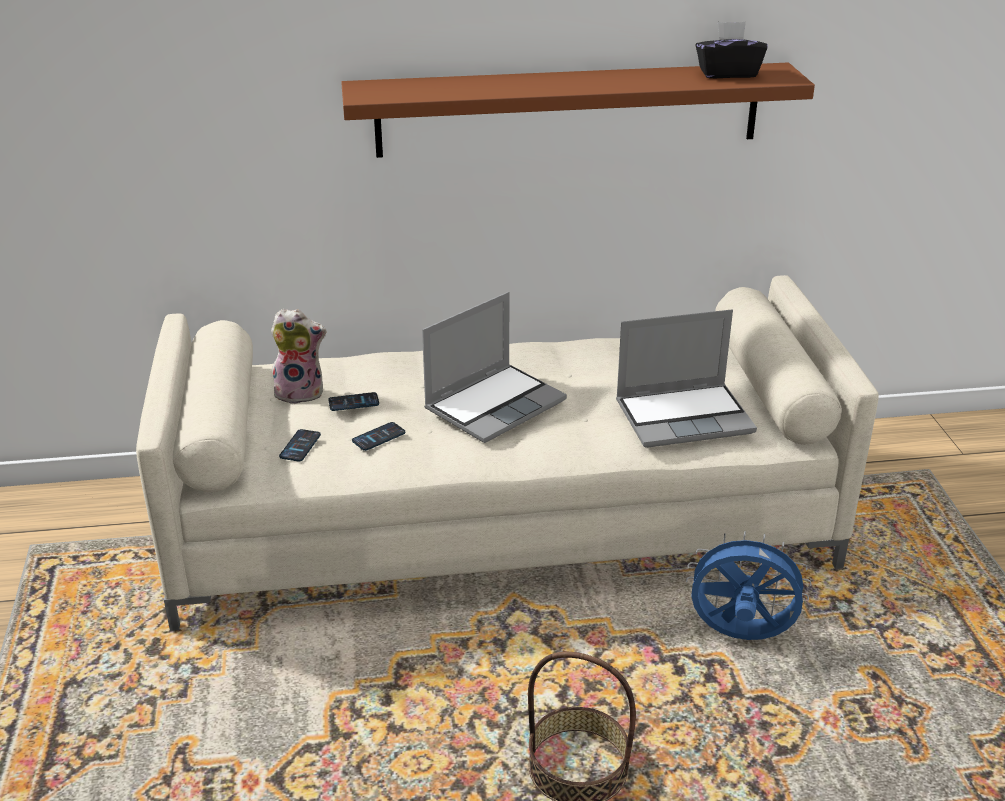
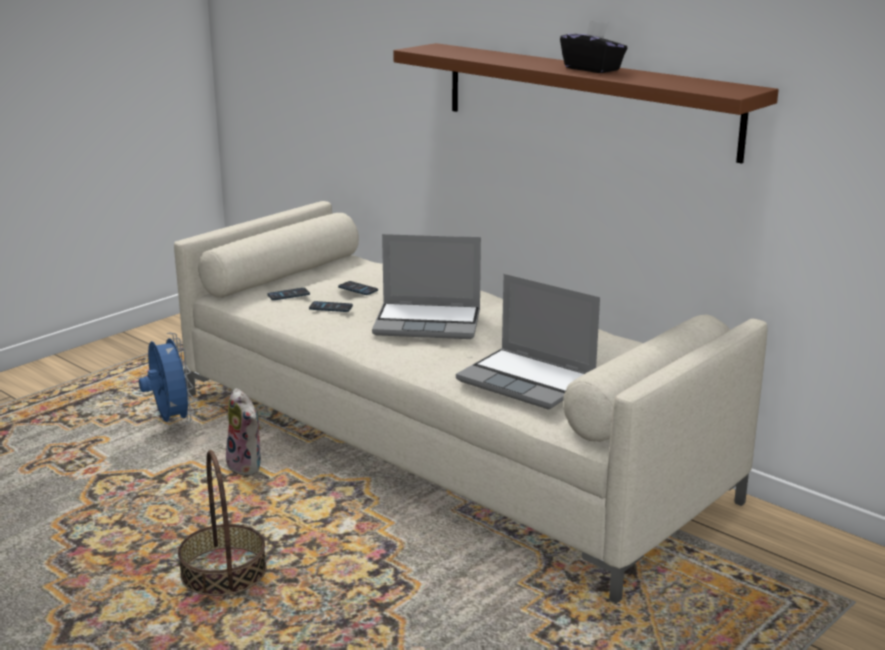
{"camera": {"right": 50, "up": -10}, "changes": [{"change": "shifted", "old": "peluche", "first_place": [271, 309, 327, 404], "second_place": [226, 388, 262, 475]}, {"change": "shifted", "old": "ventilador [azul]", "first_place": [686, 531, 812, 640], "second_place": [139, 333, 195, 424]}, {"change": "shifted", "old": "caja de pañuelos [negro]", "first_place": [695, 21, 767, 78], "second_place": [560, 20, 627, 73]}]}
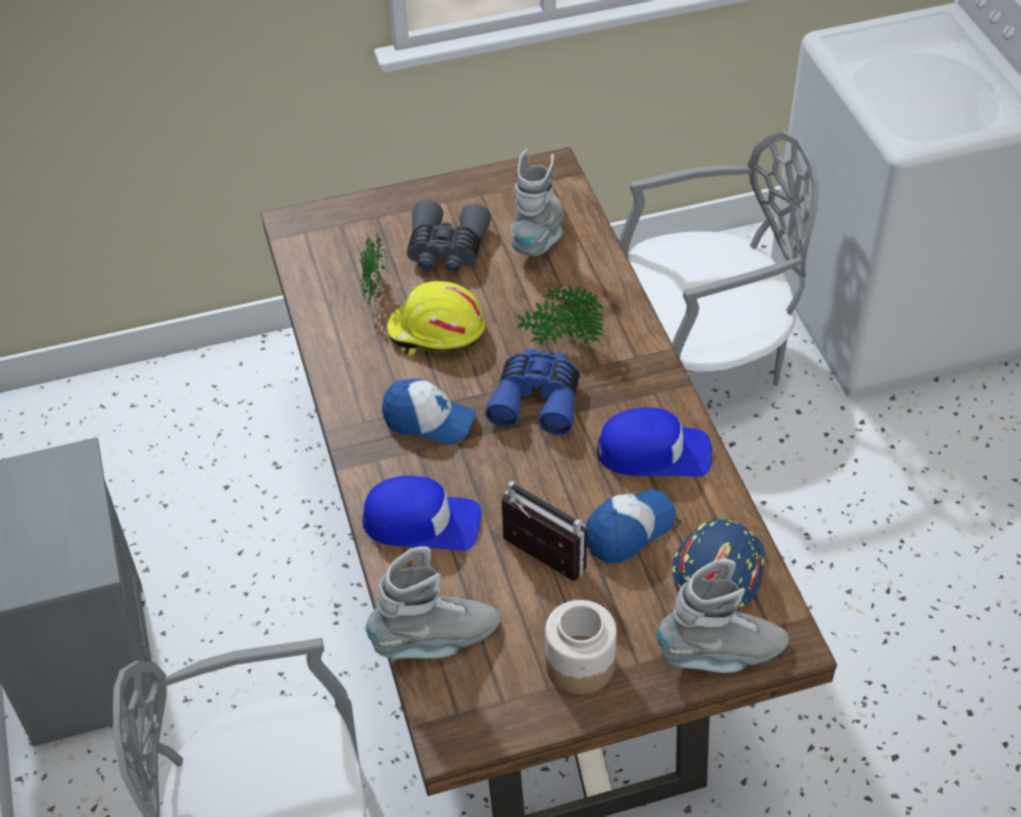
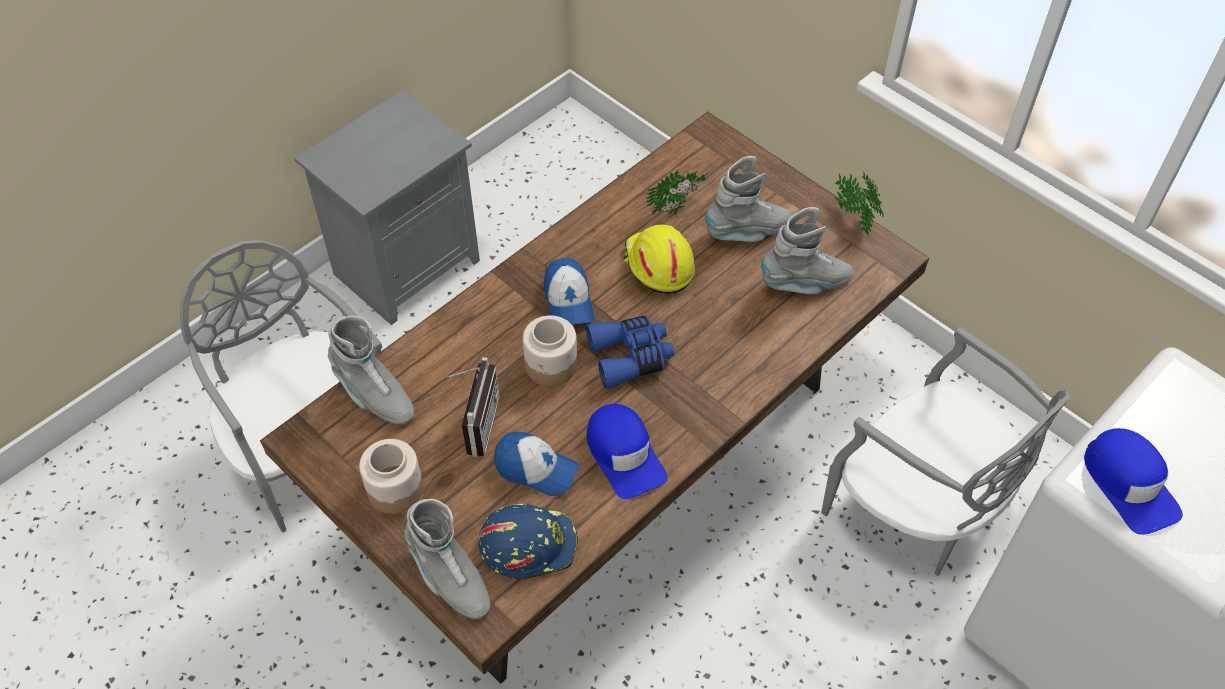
{"camera": {"right": 60, "up": 5}, "changes": [{"change": "new", "new": "tarro", "second_place": [523, 315, 577, 386]}, {"change": "shifted", "old": "gorra [azul]", "first_place": [362, 476, 481, 551], "second_place": [1084, 428, 1183, 535]}, {"change": "shifted", "old": "planta en maceta", "first_place": [517, 285, 604, 346], "second_place": [834, 172, 884, 236]}, {"change": "swapped", "old": "prismáticos [gris]", "new": "bota [gris]", "first_place": [407, 200, 491, 274], "second_place": [705, 156, 792, 242]}]}
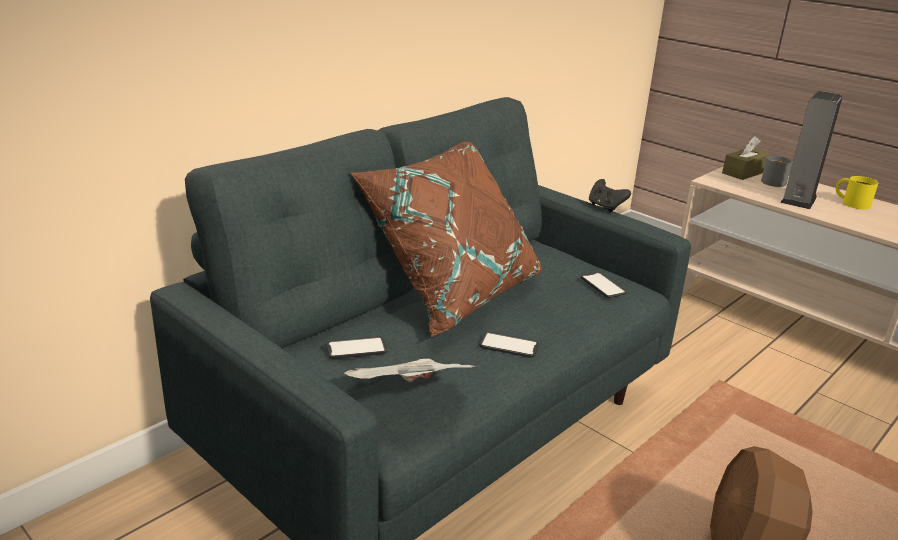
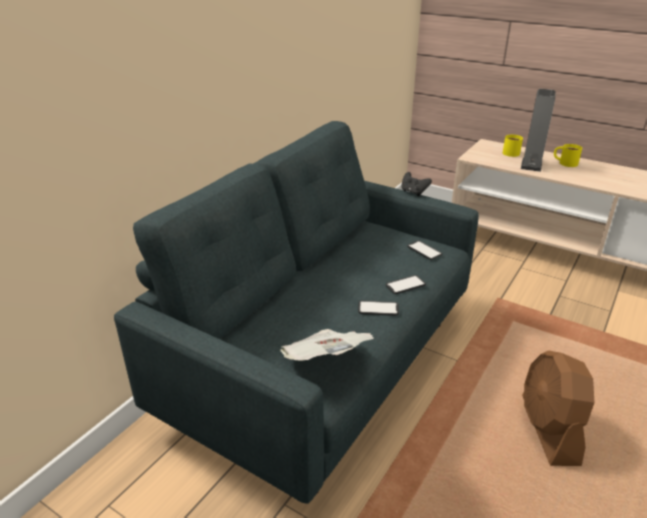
{"camera": {"right": -10, "up": 5}, "changes": [{"change": "gone", "old": "cojín [marrón]", "first_place": [350, 142, 542, 337]}, {"change": "gone", "old": "caja de pañuelos [marrón]", "first_place": [722, 136, 771, 180]}, {"change": "shifted", "old": "móvil", "first_place": [326, 336, 387, 359], "second_place": [386, 275, 426, 294]}, {"change": "repainted", "old": "taza grande [gris]", "new": "taza grande [amarillo]", "first_place": [761, 156, 793, 187], "second_place": [503, 135, 523, 157]}]}
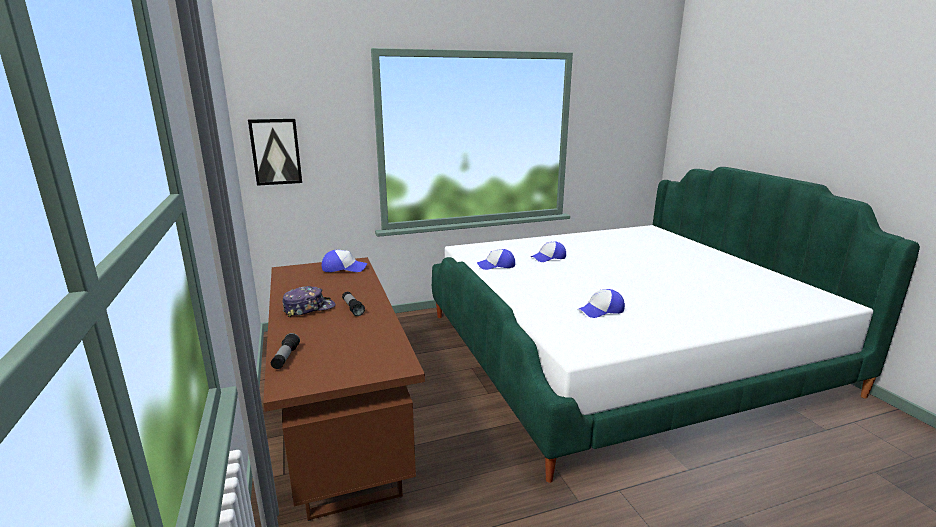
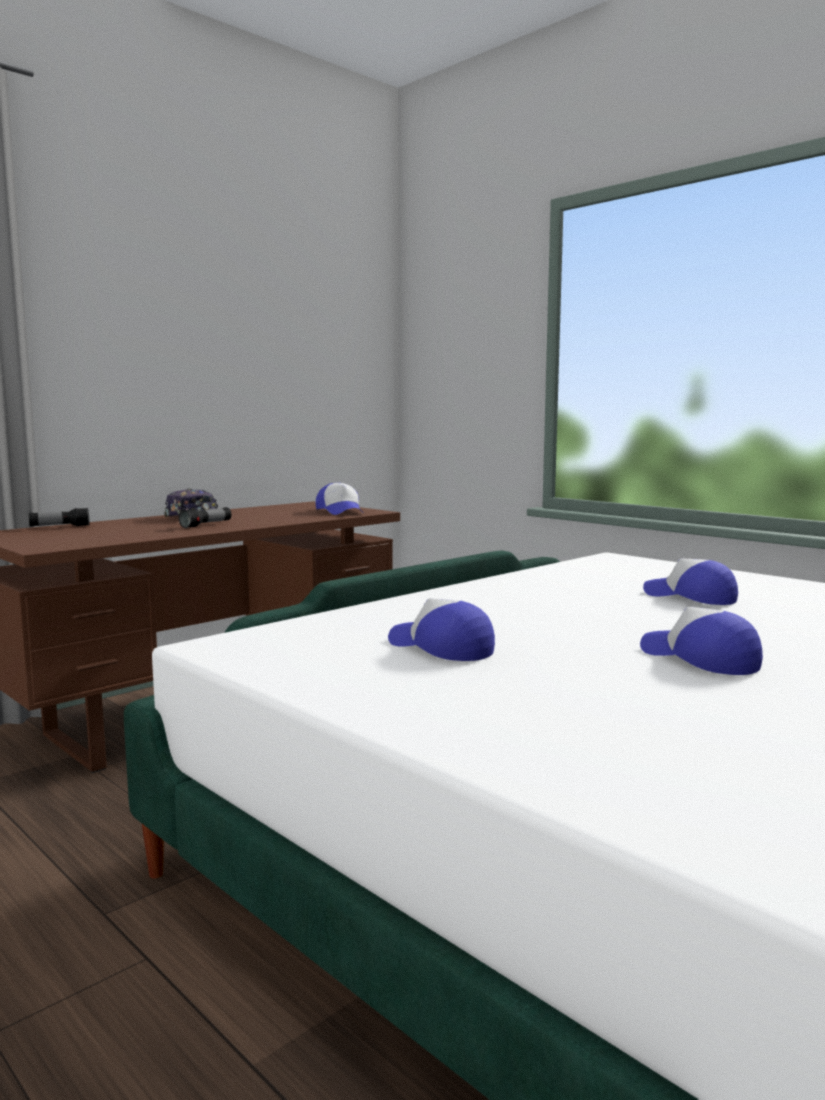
{"camera": {"right": 65, "up": -10}, "changes": [{"change": "gone", "old": "cuadro", "first_place": [248, 119, 302, 186]}, {"change": "shifted", "old": "gorra", "first_place": [477, 249, 515, 270], "second_place": [640, 607, 763, 675]}]}
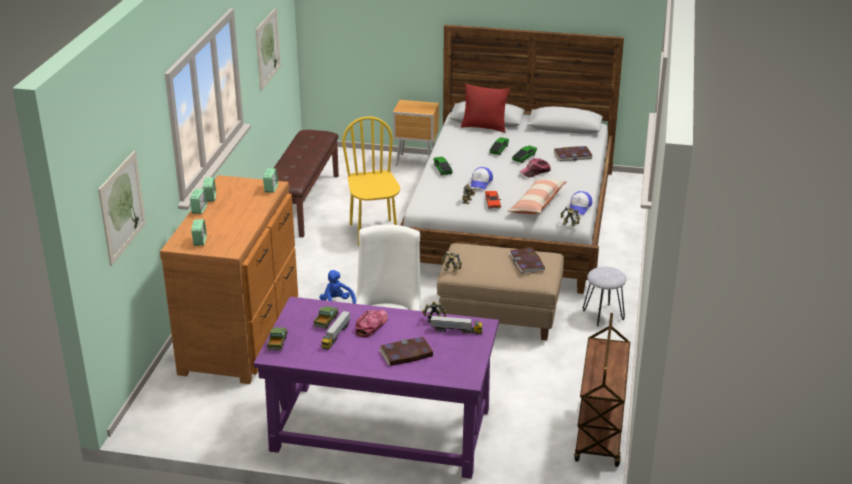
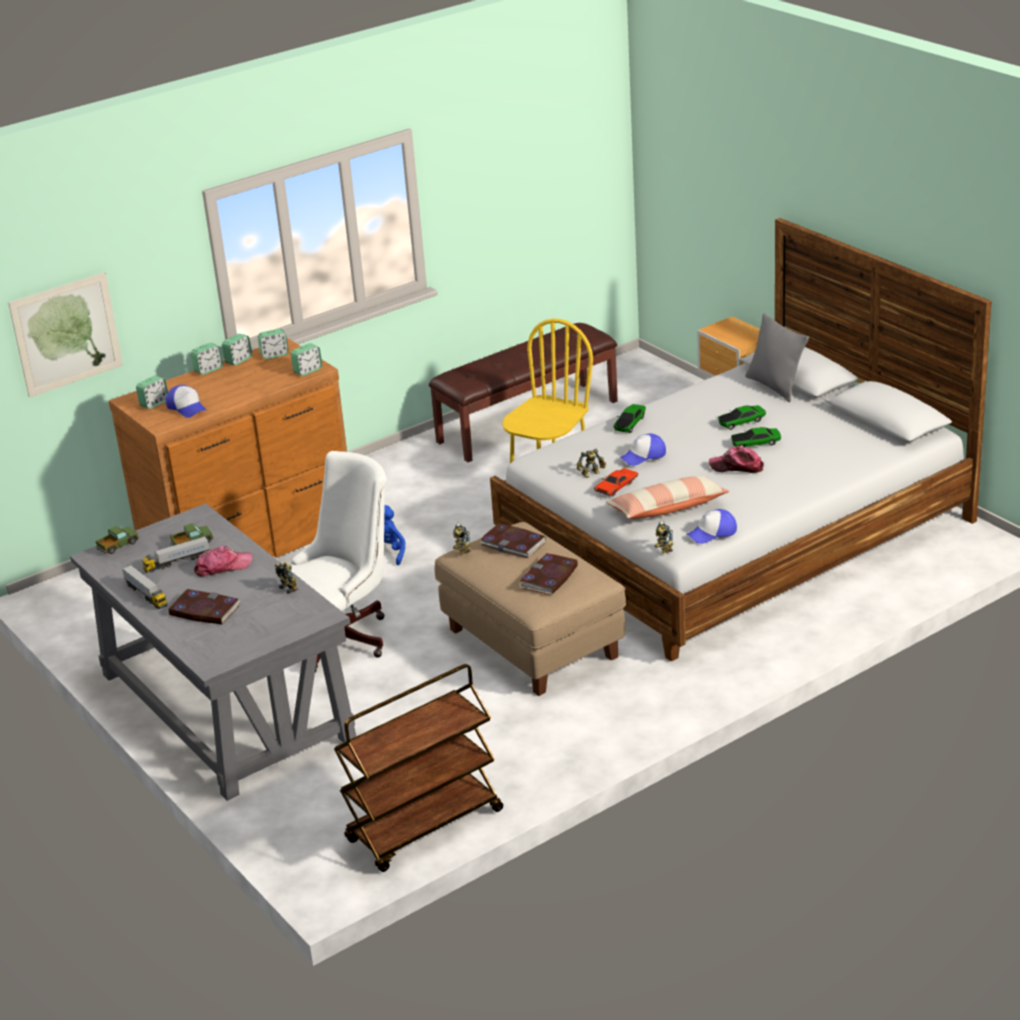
{"camera": {"right": 45, "up": 0}, "changes": [{"change": "gone", "old": "cuadro", "first_place": [256, 7, 281, 91]}, {"change": "gone", "old": "taburete [gris]", "first_place": [583, 267, 626, 326]}, {"change": "new", "new": "gorra", "second_place": [166, 385, 207, 418]}, {"change": "new", "new": "despertador", "second_place": [258, 329, 289, 359]}, {"change": "shifted", "old": "camión de juguete", "first_place": [431, 316, 483, 335], "second_place": [122, 565, 167, 609]}, {"change": "shifted", "old": "libro", "first_place": [554, 146, 593, 161], "second_place": [480, 523, 546, 558]}, {"change": "repainted", "old": "escritorio [morado]", "new": "escritorio [gris]", "first_place": [253, 297, 499, 479], "second_place": [70, 503, 356, 801]}, {"change": "repainted", "old": "cojín [rojo]", "new": "cojín [gris]", "first_place": [461, 84, 510, 133], "second_place": [745, 313, 809, 402]}]}
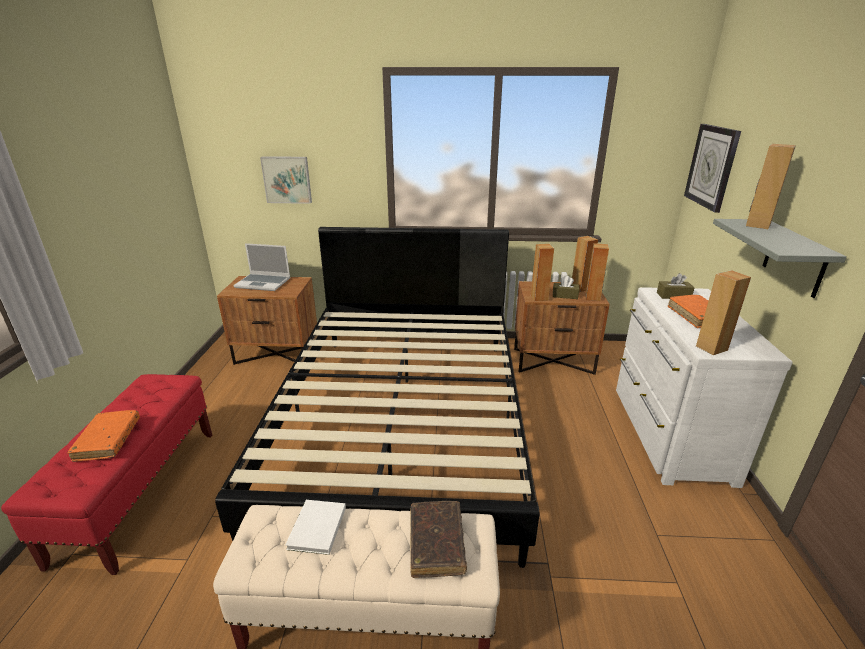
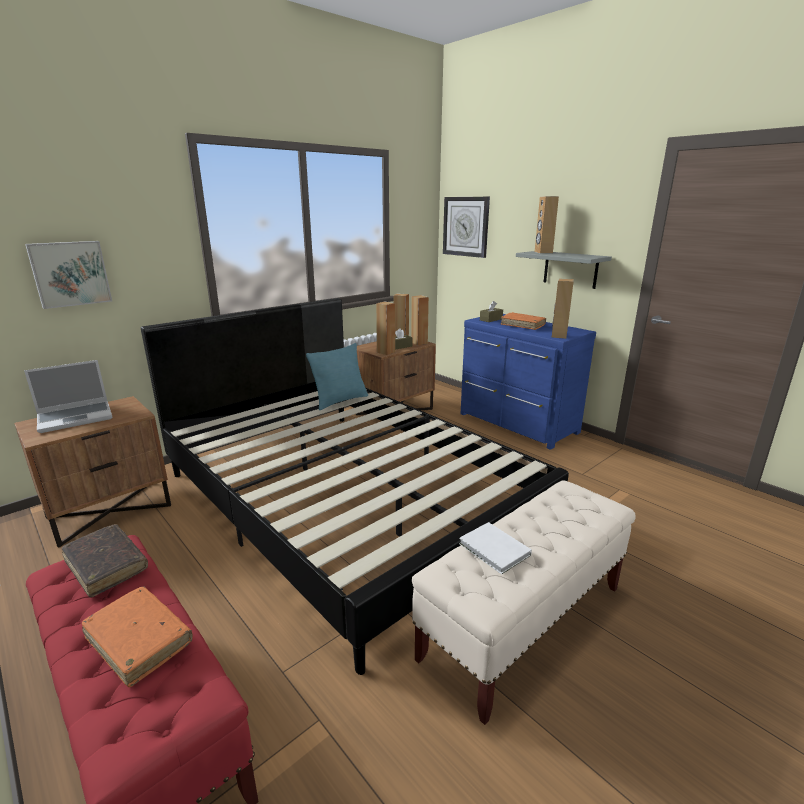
{"camera": {"right": -45, "up": -5}, "changes": [{"change": "new", "new": "cojín [turquesa]", "second_place": [306, 343, 368, 410]}, {"change": "shifted", "old": "libro [marrón]", "first_place": [410, 501, 467, 578], "second_place": [61, 524, 148, 598]}, {"change": "repainted", "old": "cómoda [blanco]", "new": "cómoda [azul]", "first_place": [616, 287, 793, 488], "second_place": [461, 314, 596, 450]}]}
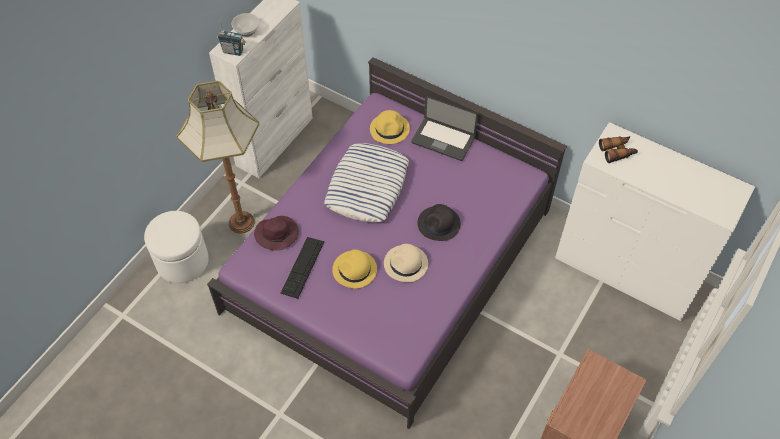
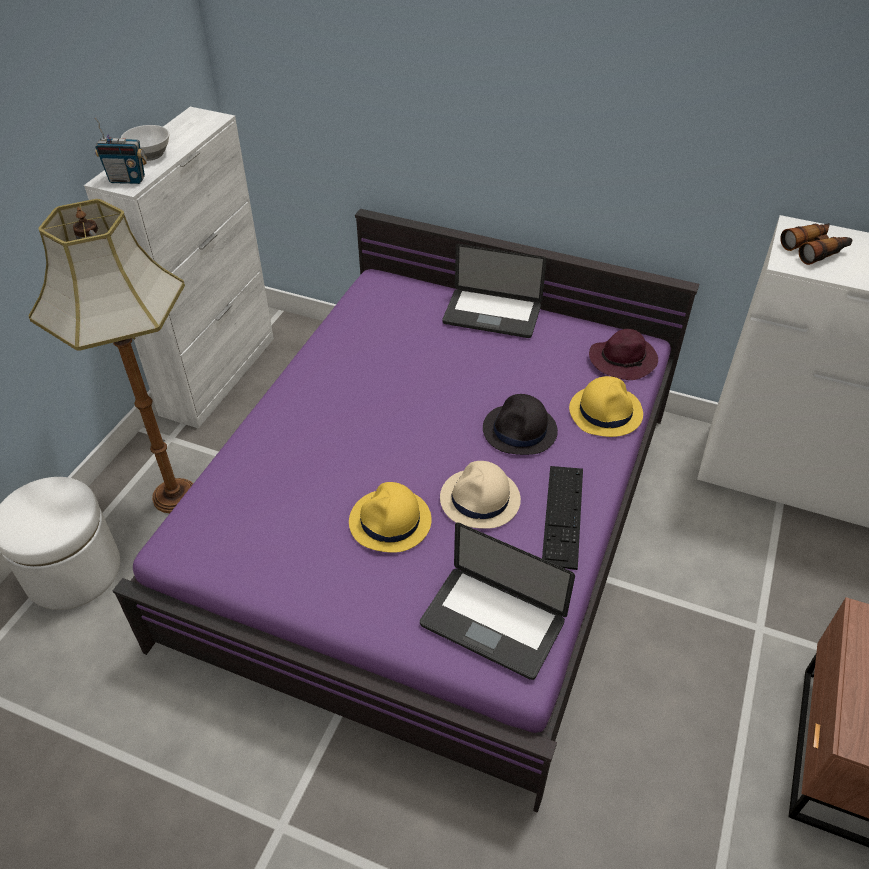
{"camera": {"right": -10, "up": -10}, "changes": [{"change": "gone", "old": "cojín", "first_place": [324, 143, 409, 223]}, {"change": "new", "new": "portátil", "second_place": [420, 522, 575, 680]}, {"change": "shifted", "old": "sombrero [morado]", "first_place": [254, 216, 299, 251], "second_place": [589, 329, 658, 380]}, {"change": "shifted", "old": "teclado", "first_place": [281, 237, 324, 299], "second_place": [542, 466, 583, 570]}, {"change": "shifted", "old": "sombrero [amarillo]", "first_place": [370, 110, 410, 144], "second_place": [569, 376, 643, 437]}]}
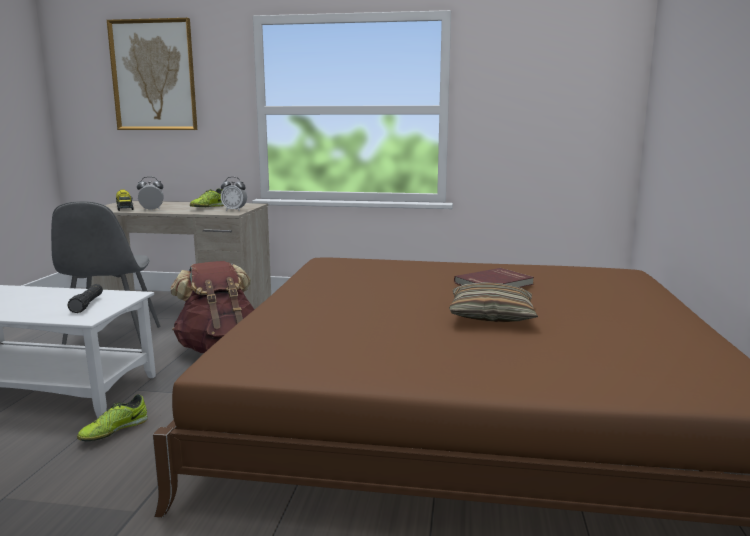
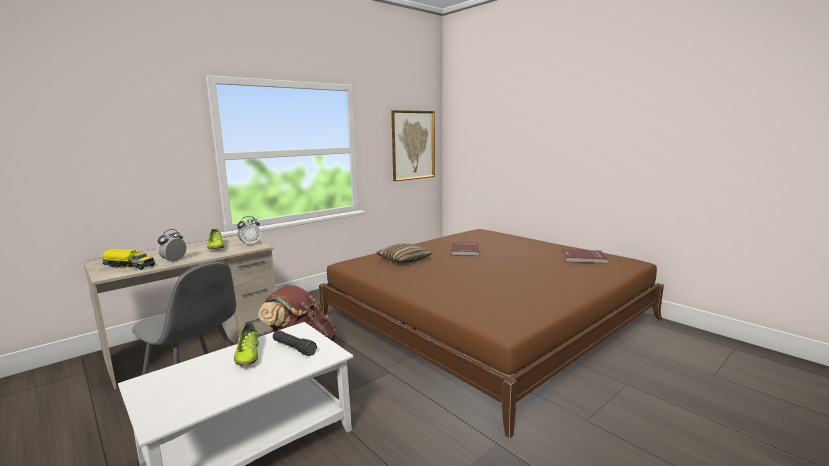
{"camera": {"right": -50, "up": 0}, "changes": [{"change": "new", "new": "libro [rojo]", "second_place": [562, 249, 608, 264]}, {"change": "shifted", "old": "zapato", "first_place": [77, 394, 148, 441], "second_place": [234, 323, 259, 366]}, {"change": "shifted", "old": "cuadro", "first_place": [107, 18, 197, 130], "second_place": [391, 110, 435, 181]}, {"change": "shifted", "old": "cojín", "first_place": [449, 282, 538, 322], "second_place": [376, 243, 433, 263]}]}
